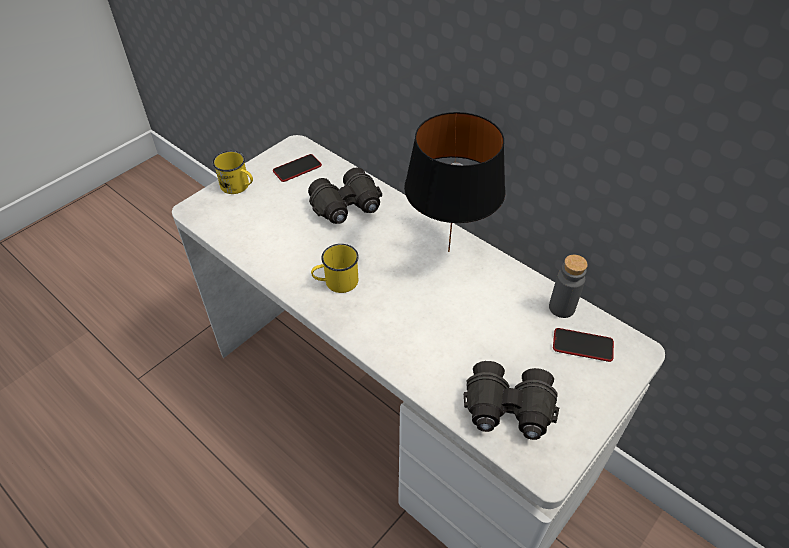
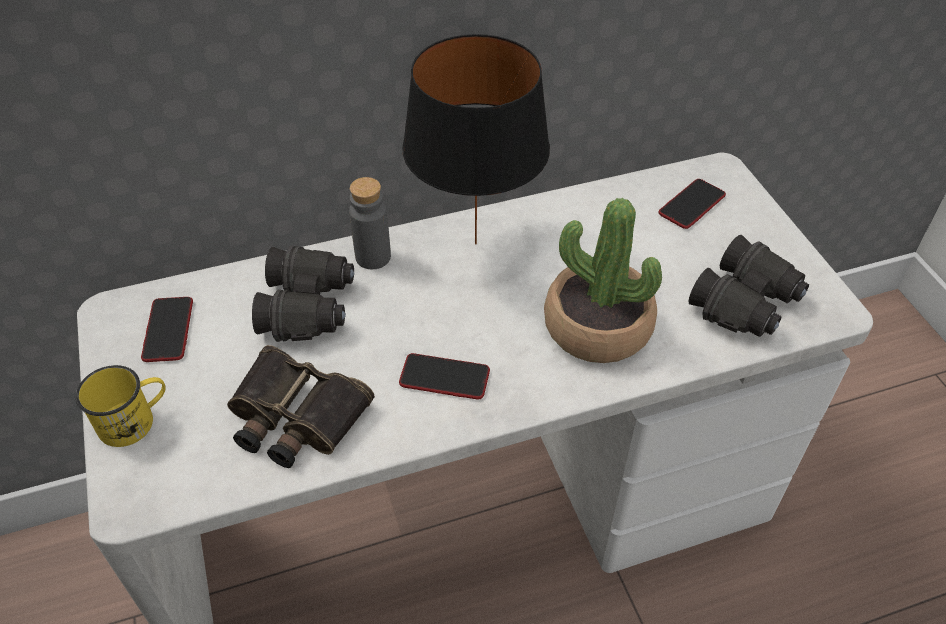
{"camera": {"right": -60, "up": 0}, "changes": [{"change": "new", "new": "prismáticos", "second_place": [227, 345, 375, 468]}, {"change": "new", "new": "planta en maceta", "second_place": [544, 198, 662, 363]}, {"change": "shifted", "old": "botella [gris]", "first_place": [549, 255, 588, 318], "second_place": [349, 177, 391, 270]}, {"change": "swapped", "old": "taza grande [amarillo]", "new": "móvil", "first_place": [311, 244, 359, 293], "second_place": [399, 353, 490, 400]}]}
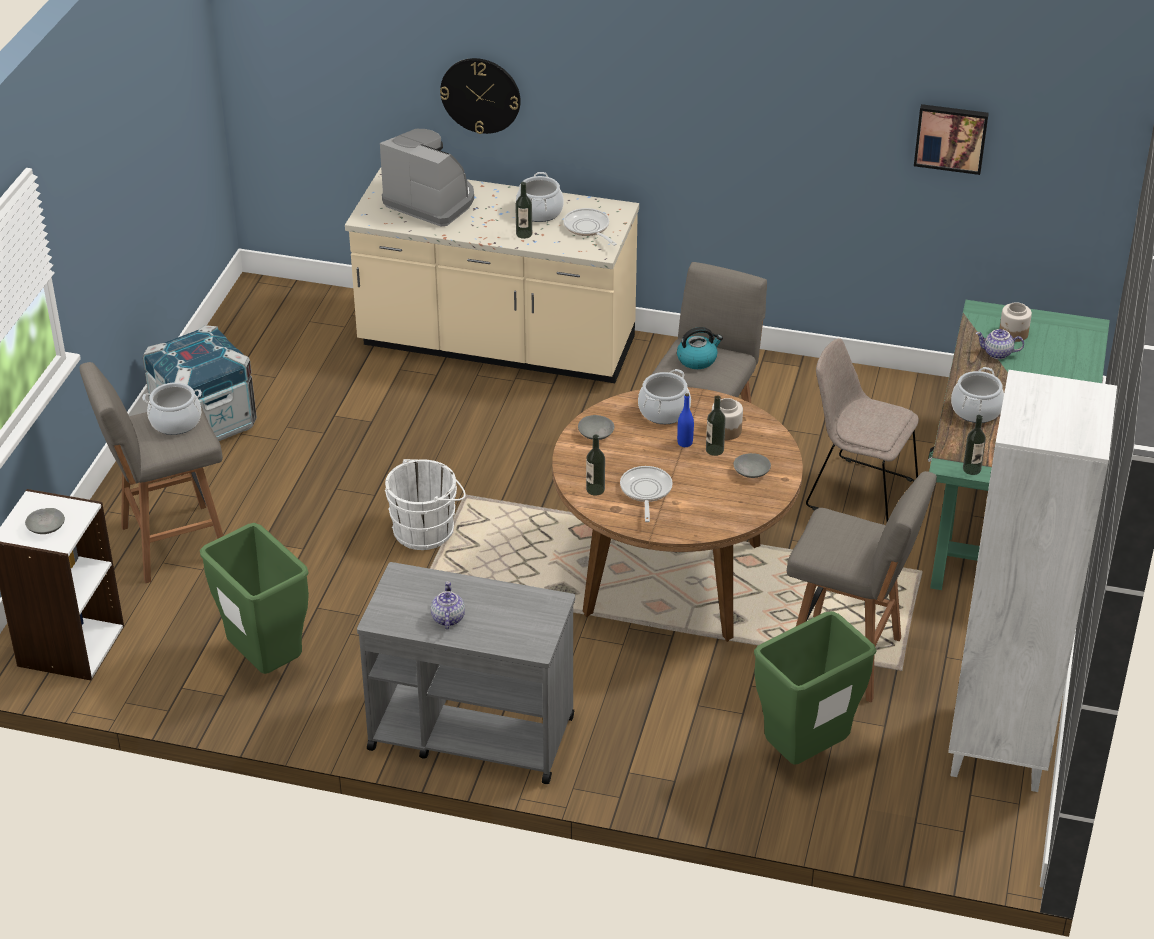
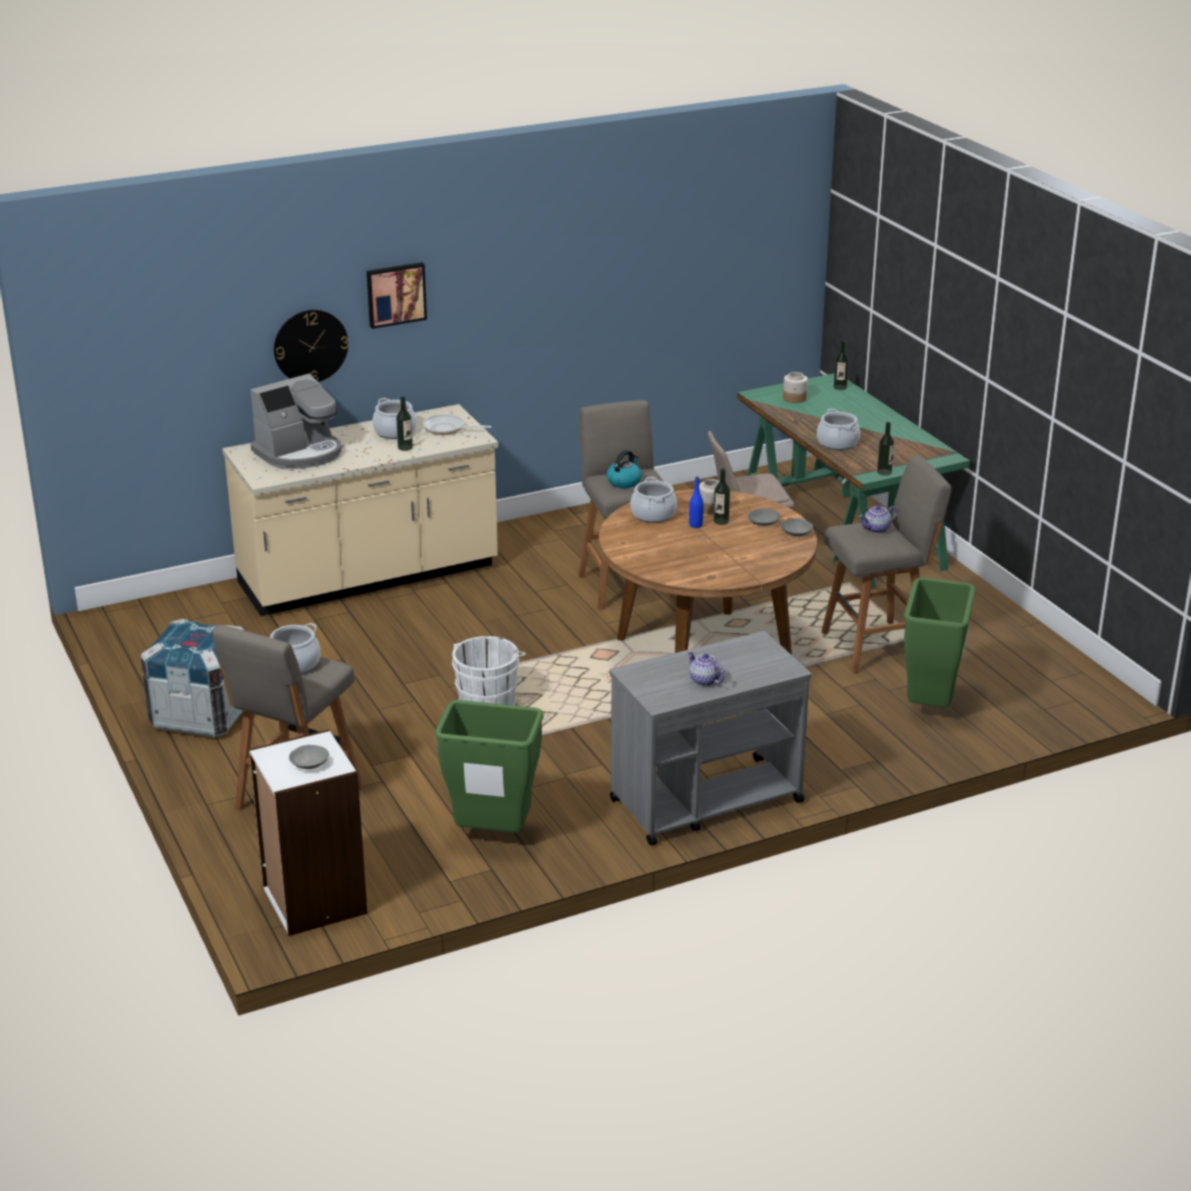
{"camera": {"right": -40, "up": -10}, "changes": [{"change": "gone", "old": "sartén", "first_place": [620, 466, 673, 522]}, {"change": "gone", "old": "estantería [blanco]", "first_place": [948, 370, 1117, 792]}, {"change": "shifted", "old": "cuenco [gris]", "first_place": [578, 415, 614, 440], "second_place": [781, 519, 813, 536]}, {"change": "shifted", "old": "botella", "first_place": [586, 435, 605, 496], "second_place": [834, 340, 849, 390]}, {"change": "shifted", "old": "cuadro", "first_place": [914, 104, 989, 175], "second_place": [366, 262, 427, 329]}, {"change": "shifted", "old": "tetera", "first_place": [976, 329, 1024, 359], "second_place": [859, 505, 897, 533]}, {"change": "rotated", "old": "cafetera", "first_place": [380, 129, 474, 226], "second_place": [250, 373, 342, 469], "degrees": 150}]}
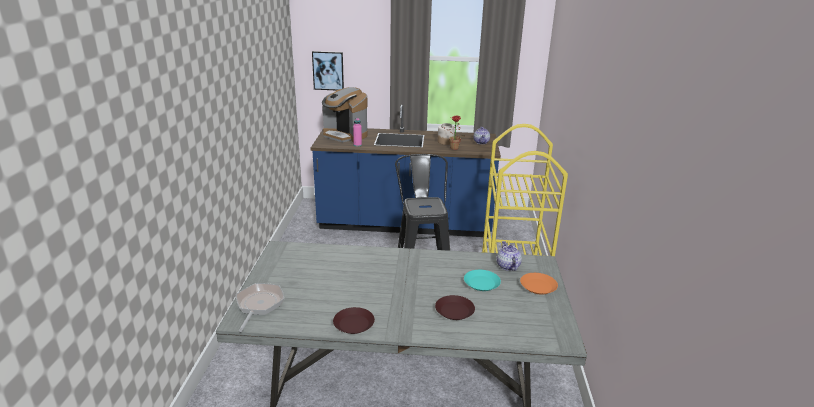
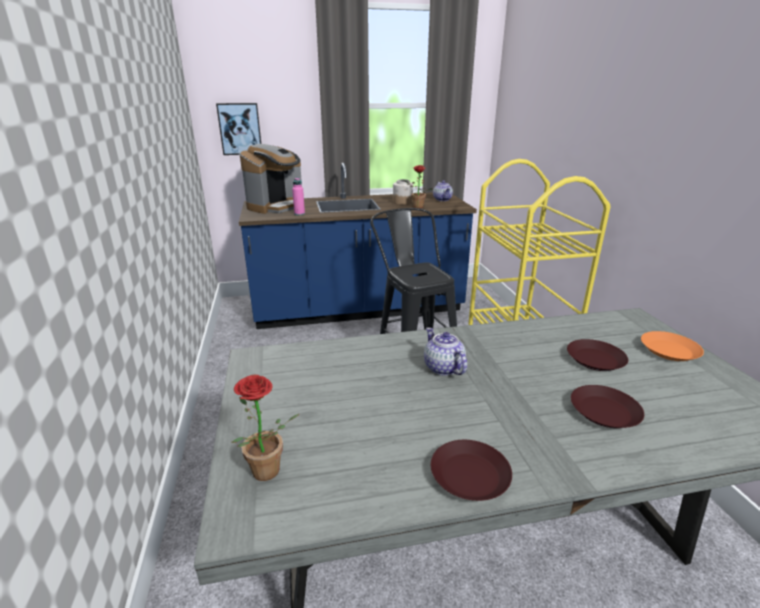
{"camera": {"right": -15, "up": 0}, "changes": [{"change": "shifted", "old": "tetera", "first_place": [497, 241, 522, 271], "second_place": [424, 327, 467, 376]}, {"change": "swapped", "old": "sartén", "new": "planta en maceta", "first_place": [236, 283, 285, 332], "second_place": [232, 374, 299, 481]}, {"change": "repainted", "old": "plato [turquesa]", "new": "plato [marrón]", "first_place": [464, 270, 501, 291], "second_place": [567, 339, 628, 371]}, {"change": "rotated", "old": "cafetera", "first_place": [322, 87, 368, 142], "second_place": [240, 144, 302, 214], "degrees": -75}]}
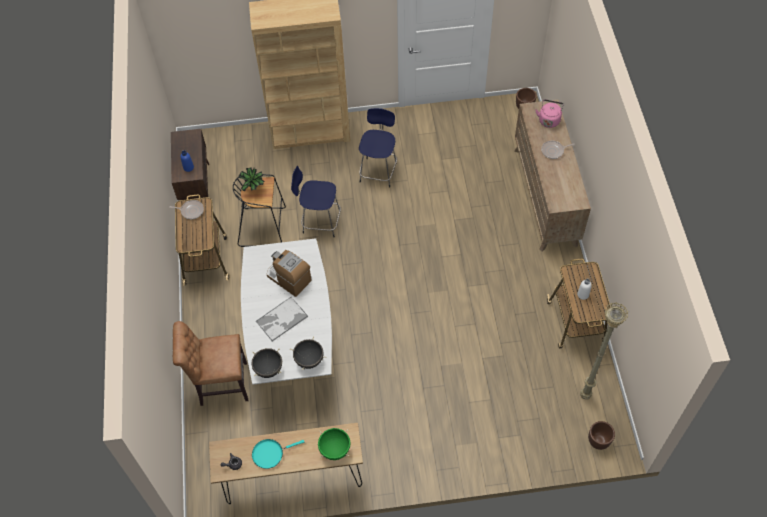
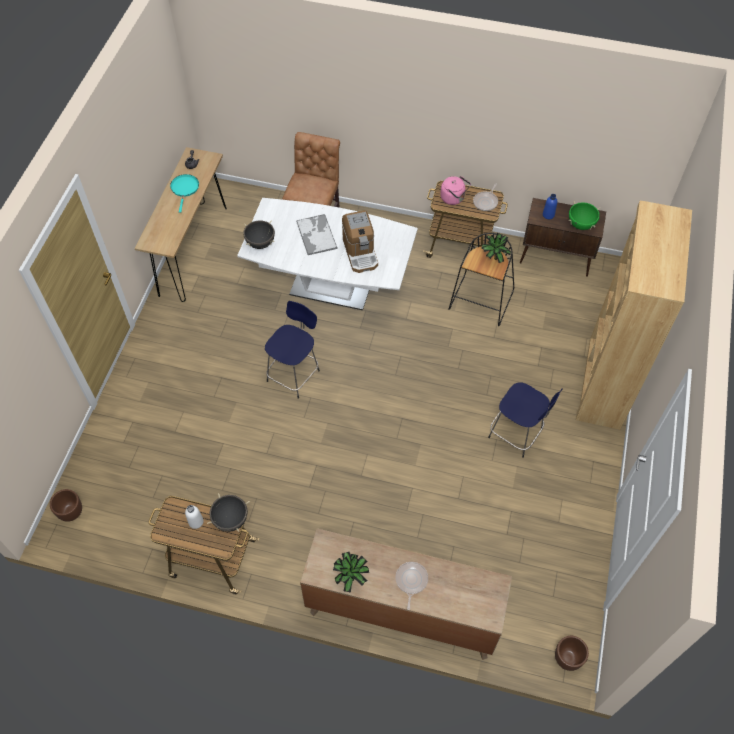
{"camera": {"right": 110, "up": 0}, "changes": [{"change": "gone", "old": "lámpara de pie [beis]", "first_place": [580, 302, 628, 400]}, {"change": "new", "new": "planta en maceta", "second_place": [333, 552, 369, 593]}, {"change": "shifted", "old": "olla [negro]", "first_place": [251, 348, 282, 378], "second_place": [207, 493, 250, 532]}, {"change": "shifted", "old": "taburete [azul]", "first_place": [291, 166, 341, 237], "second_place": [265, 301, 320, 399]}, {"change": "shifted", "old": "olla [verde]", "first_place": [318, 428, 351, 460], "second_place": [568, 201, 600, 230]}, {"change": "shifted", "old": "hervidor [rosa]", "first_place": [535, 99, 564, 128], "second_place": [440, 176, 471, 205]}, {"change": "rotated", "old": "cafetera", "first_place": [267, 250, 312, 297], "second_place": [342, 210, 378, 273], "degrees": 105}]}
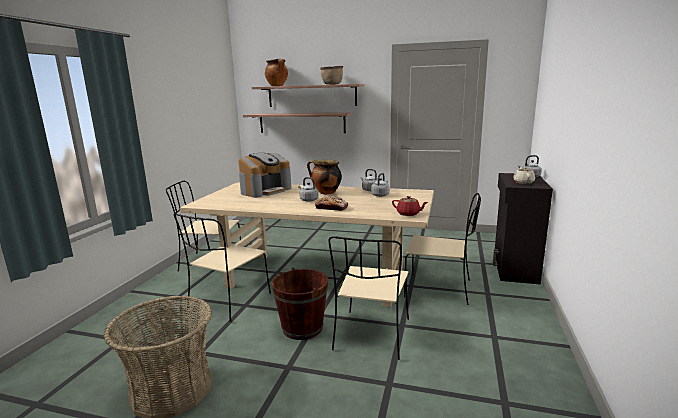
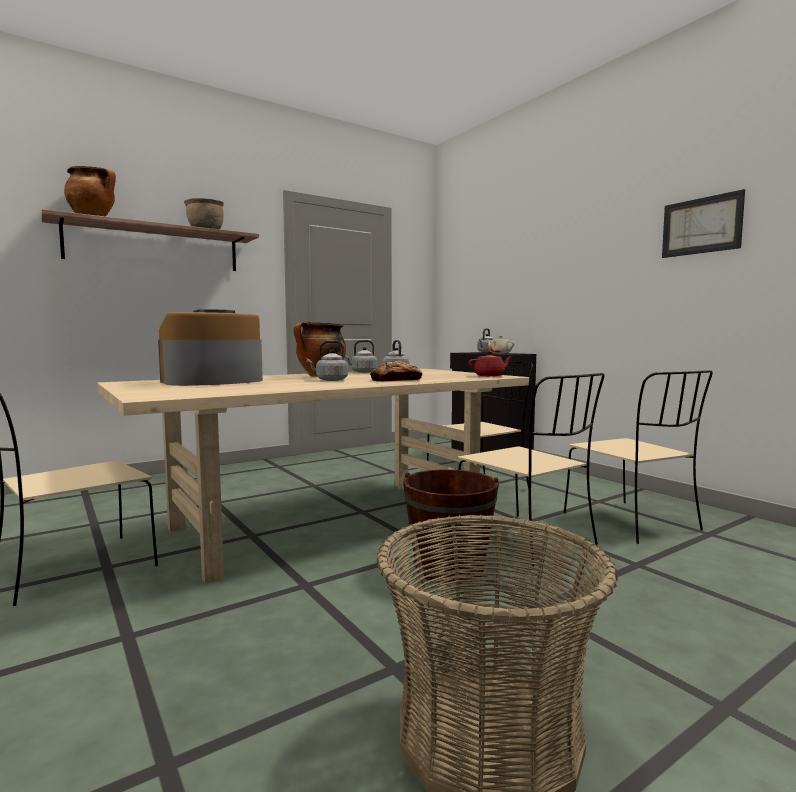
{"camera": {"right": -50, "up": -10}, "changes": [{"change": "gone", "old": "estante", "first_place": [243, 113, 353, 133]}, {"change": "new", "new": "cuadro", "second_place": [662, 189, 745, 258]}, {"change": "shifted", "old": "silla [beis]", "first_place": [174, 214, 271, 322], "second_place": [564, 370, 713, 544]}, {"change": "rotated", "old": "cafetera", "first_place": [238, 153, 291, 198], "second_place": [158, 309, 263, 386], "degrees": -120}]}
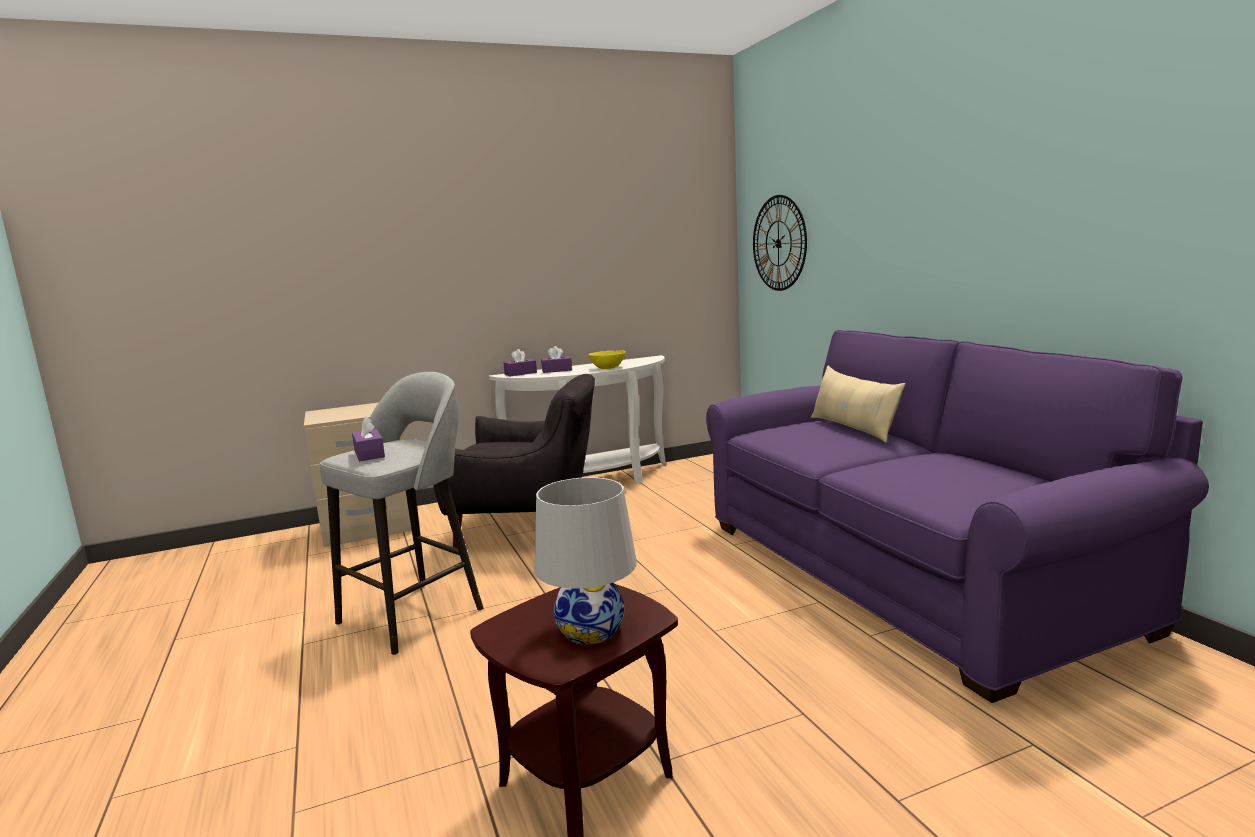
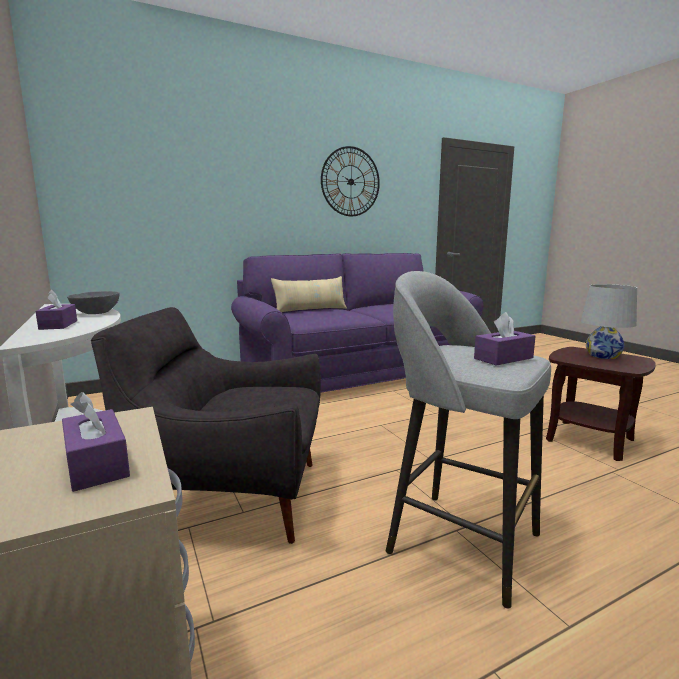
{"camera": {"right": -95, "up": 0}, "changes": [{"change": "shifted", "old": "caja de pañuelos [morado]", "first_place": [503, 349, 537, 376], "second_place": [62, 392, 130, 492]}, {"change": "shifted", "old": "reloj de pared", "first_place": [753, 195, 807, 291], "second_place": [321, 146, 380, 216]}, {"change": "repainted", "old": "cuenco [amarillo]", "new": "cuenco [gris]", "first_place": [589, 350, 626, 369], "second_place": [67, 291, 120, 314]}, {"change": "rotated", "old": "sillón [gris]", "first_place": [433, 374, 595, 549], "second_place": [91, 307, 321, 544], "degrees": -90}]}
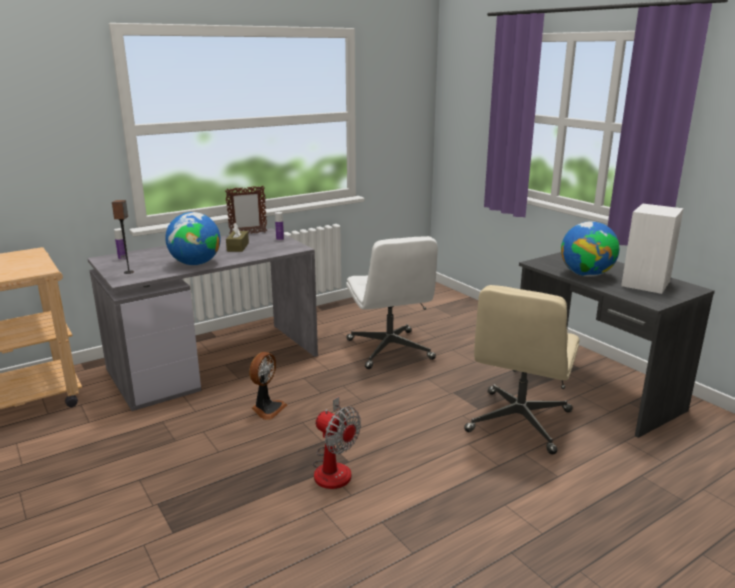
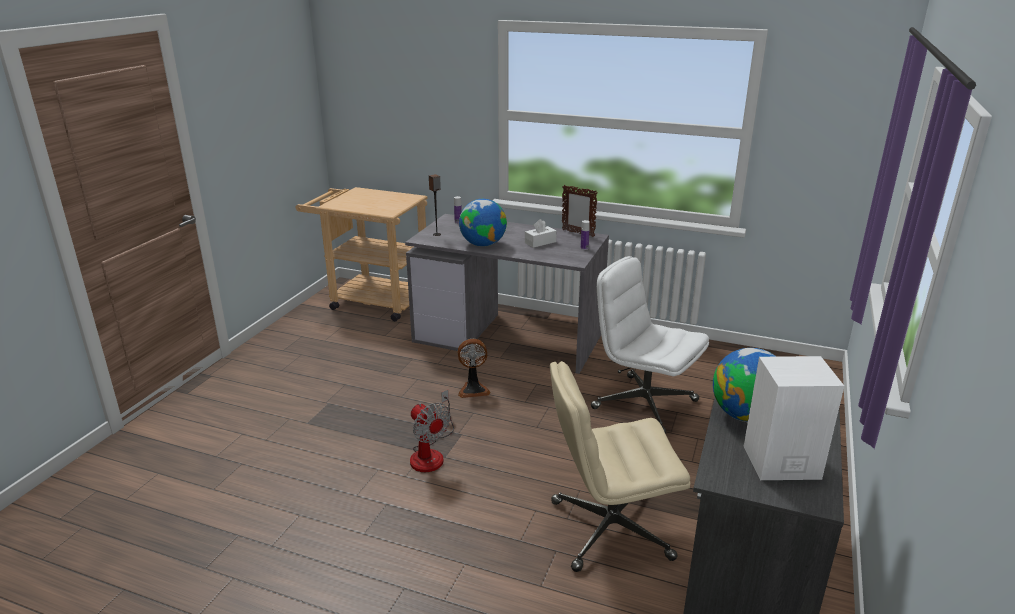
{"camera": {"right": 55, "up": 5}, "changes": [{"change": "repainted", "old": "caja de pañuelos [marrón]", "new": "caja de pañuelos [blanco]", "first_place": [226, 223, 249, 252], "second_place": [525, 219, 557, 248]}, {"change": "rotated", "old": "ventilador", "first_place": [313, 397, 361, 489], "second_place": [410, 390, 454, 472], "degrees": -45}, {"change": "rotated", "old": "silla de oficina [blanco]", "first_place": [346, 236, 438, 369], "second_place": [591, 256, 709, 434], "degrees": 90}]}
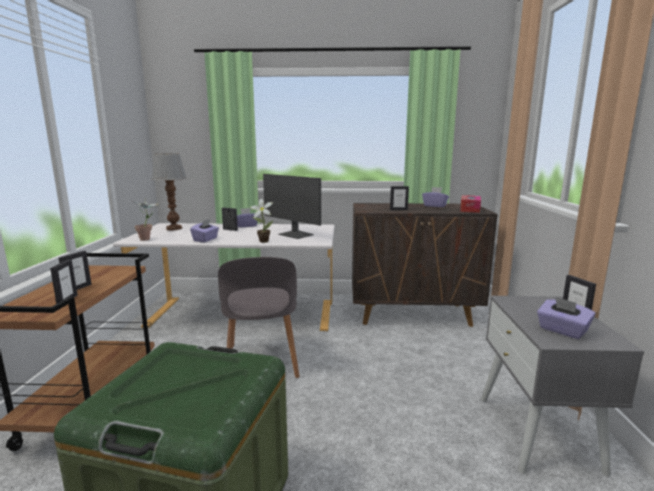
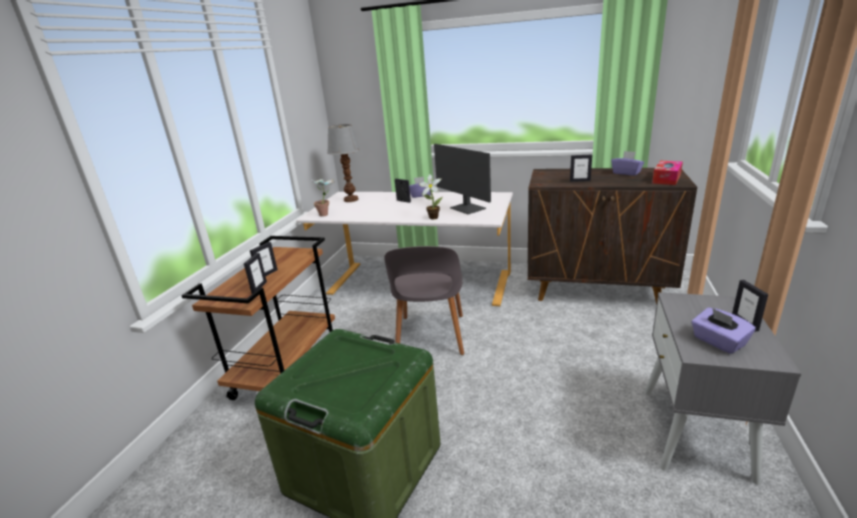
{"camera": {"right": 15, "up": 10}, "changes": [{"change": "gone", "old": "caja de pañuelos [morado]", "first_place": [190, 219, 219, 242]}]}
